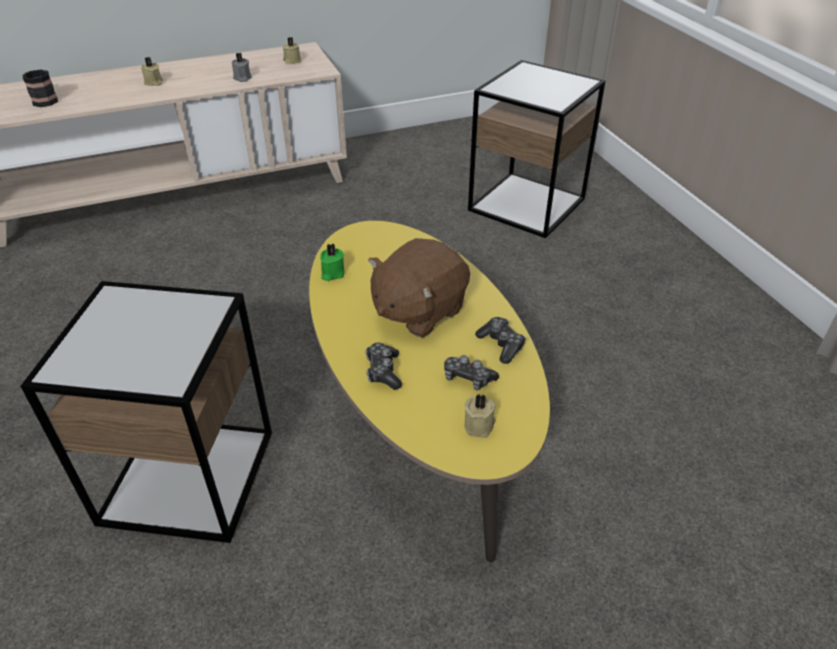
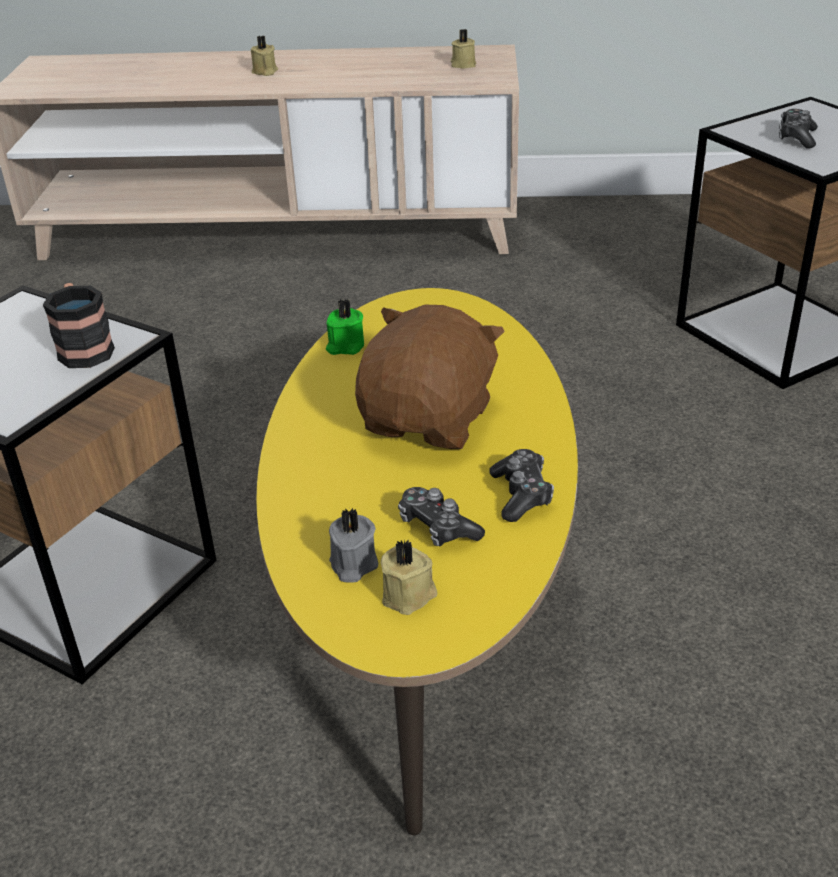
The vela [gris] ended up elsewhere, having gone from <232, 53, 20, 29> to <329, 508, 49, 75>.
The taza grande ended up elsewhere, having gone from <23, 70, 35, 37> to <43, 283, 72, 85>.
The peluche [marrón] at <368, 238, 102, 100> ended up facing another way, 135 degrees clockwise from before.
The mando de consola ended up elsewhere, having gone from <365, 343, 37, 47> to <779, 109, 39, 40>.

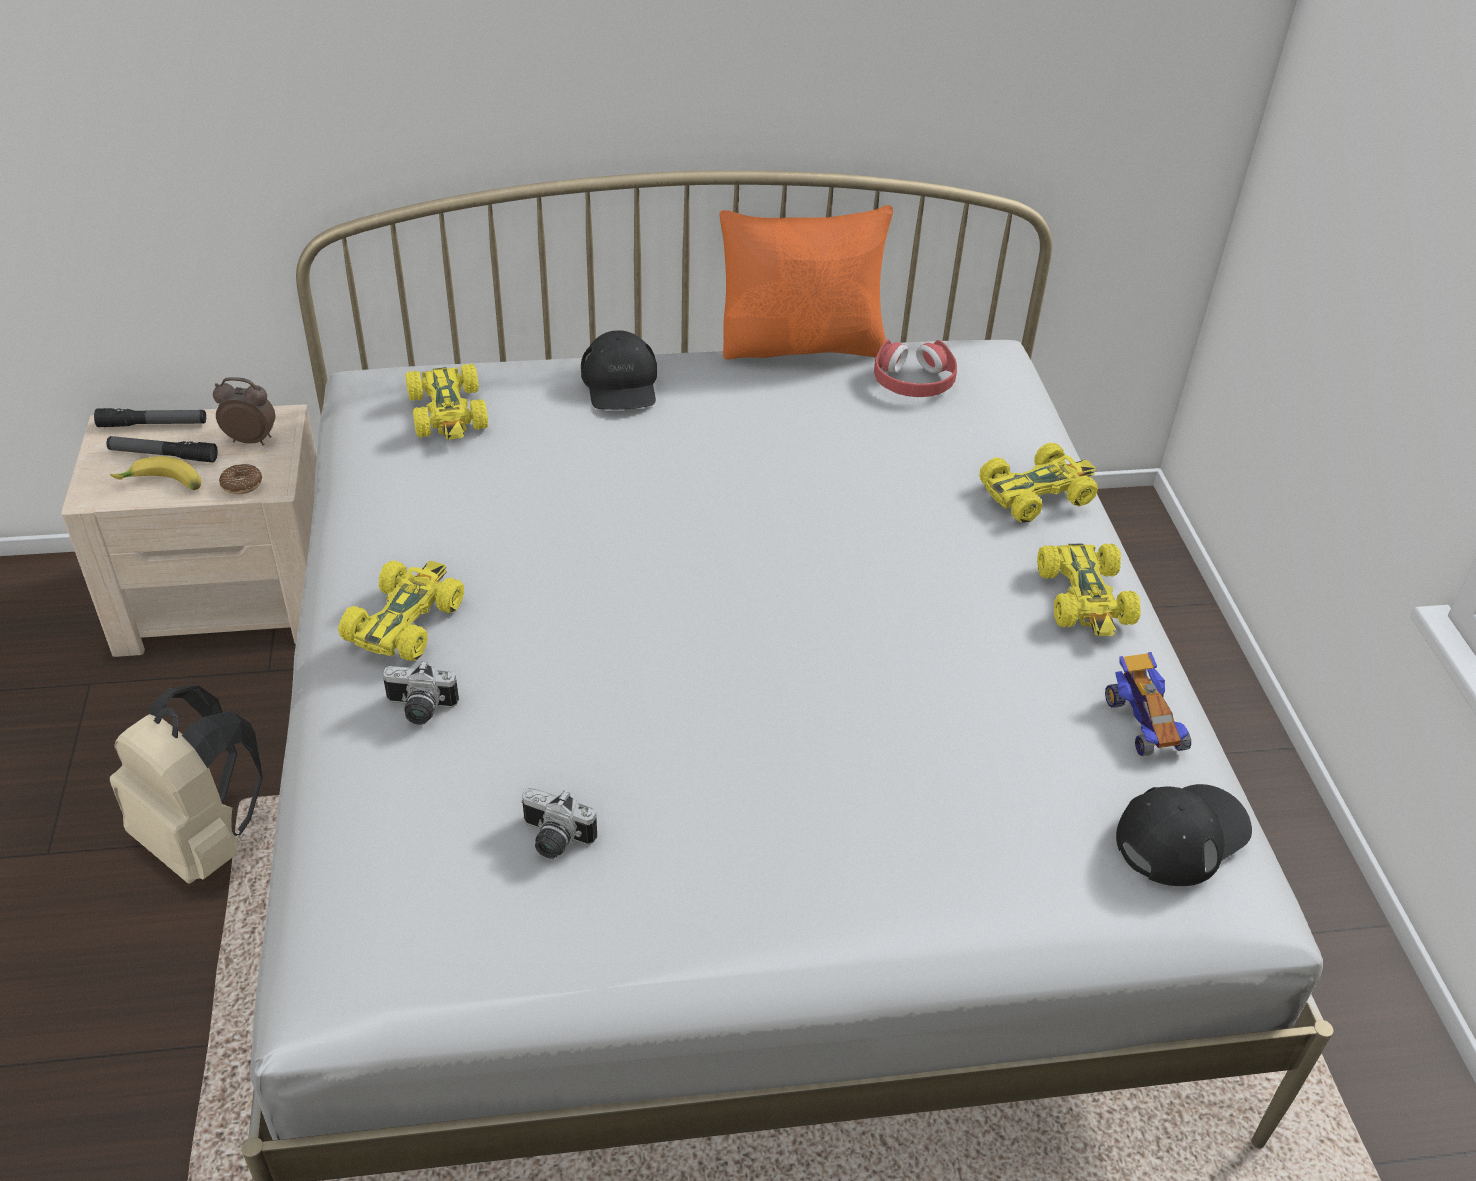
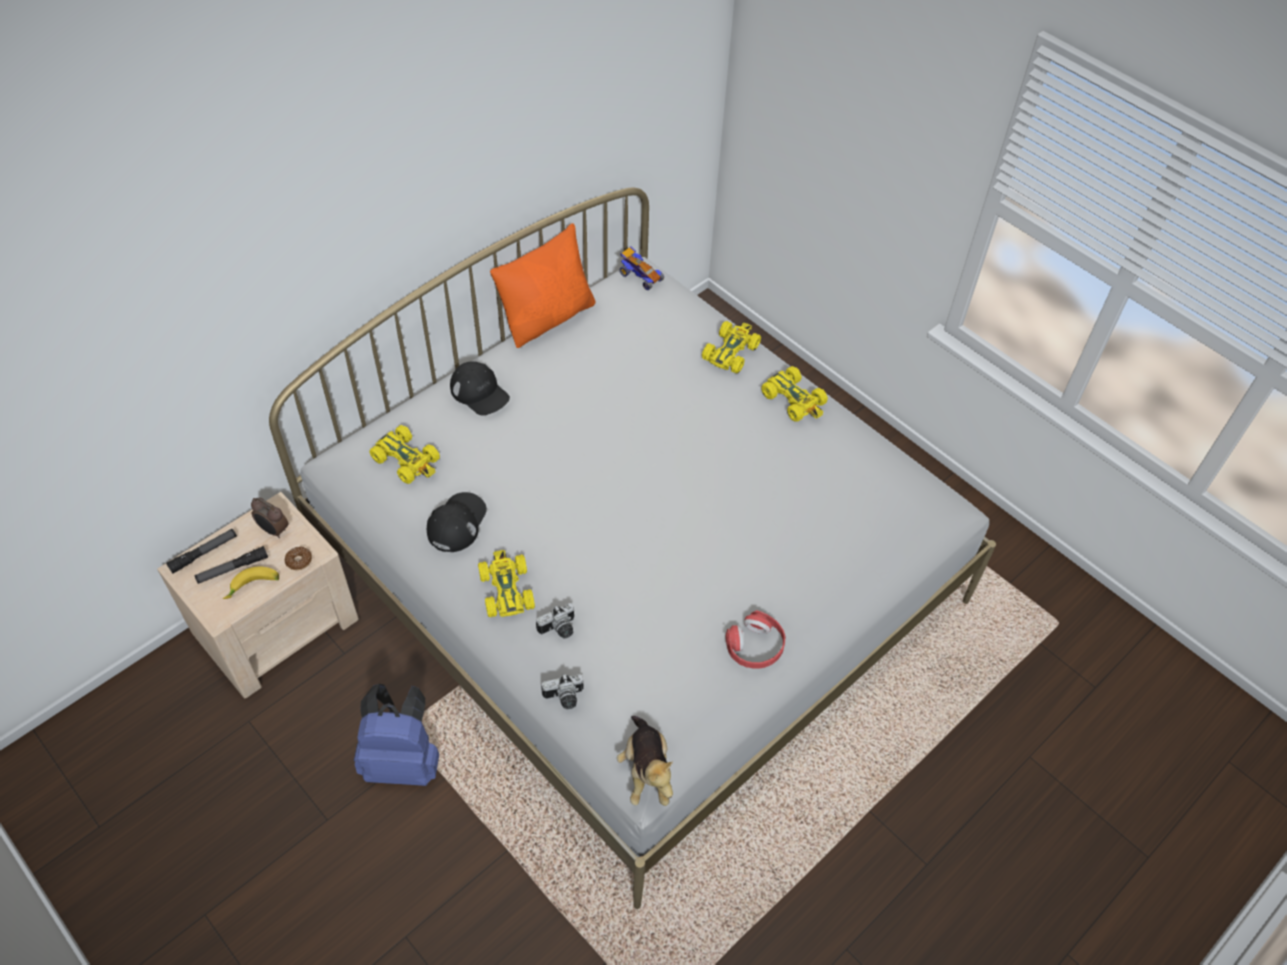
The auriculares [rojo] ended up elsewhere, having gone from <874, 339, 83, 58> to <725, 610, 60, 59>.
The despertador at <213, 377, 62, 68> ended up facing another way, 120 degrees counterclockwise from before.
The coche de juguete ended up elsewhere, having gone from <1105, 652, 86, 104> to <620, 246, 44, 44>.
What was the mochila [beis] at <110, 685, 153, 199> turned into the mochila [azul] at <354, 684, 85, 102>.
The gorra [negro] ended up elsewhere, having gone from <1116, 784, 136, 102> to <427, 492, 60, 60>.
The cámara ended up elsewhere, having gone from <521, 787, 76, 72> to <541, 674, 42, 35>.
The second view gained the peluche at <617, 716, 56, 90>.

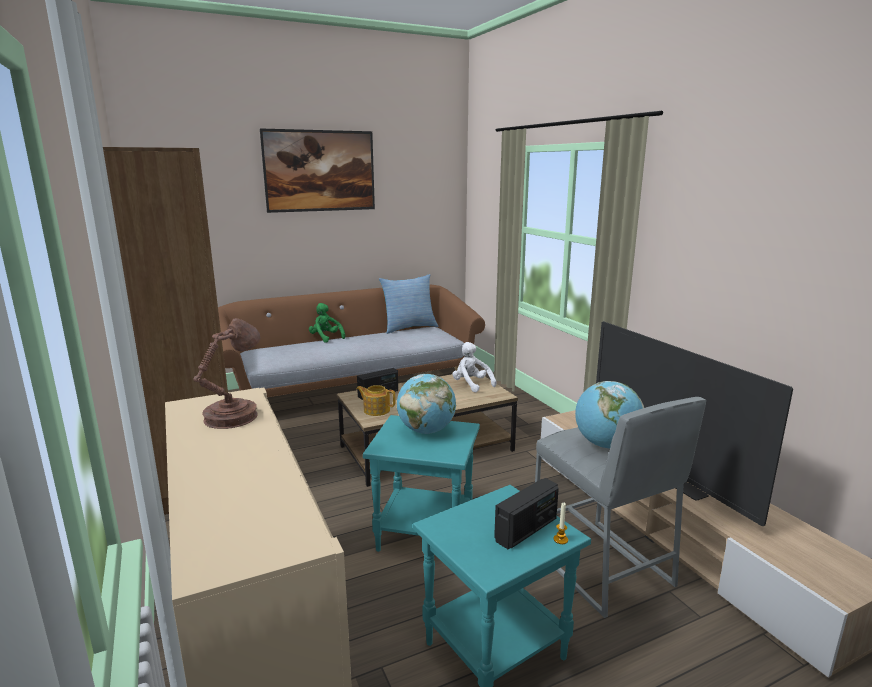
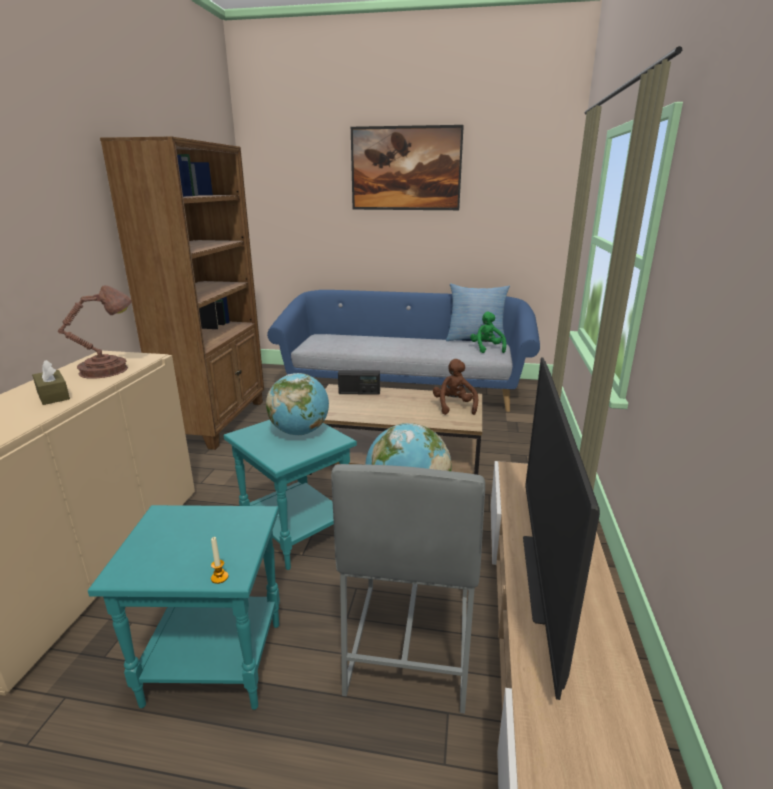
What was the sofá [marrón] at <218, 285, 267, 112> turned into the sofá [azul] at <267, 290, 273, 122>.
The peluche [verde] ended up elsewhere, having gone from <309, 303, 36, 40> to <470, 311, 36, 42>.
What was the peluche [blanco] at <453, 342, 44, 50> turned into the peluche [marrón] at <433, 359, 45, 56>.
The second view lost the tetera at <356, 385, 40, 31>.
The second view lost the radio at <494, 478, 65, 71>.
The second view gained the caja de pañuelos [marrón] at <32, 360, 38, 45>.

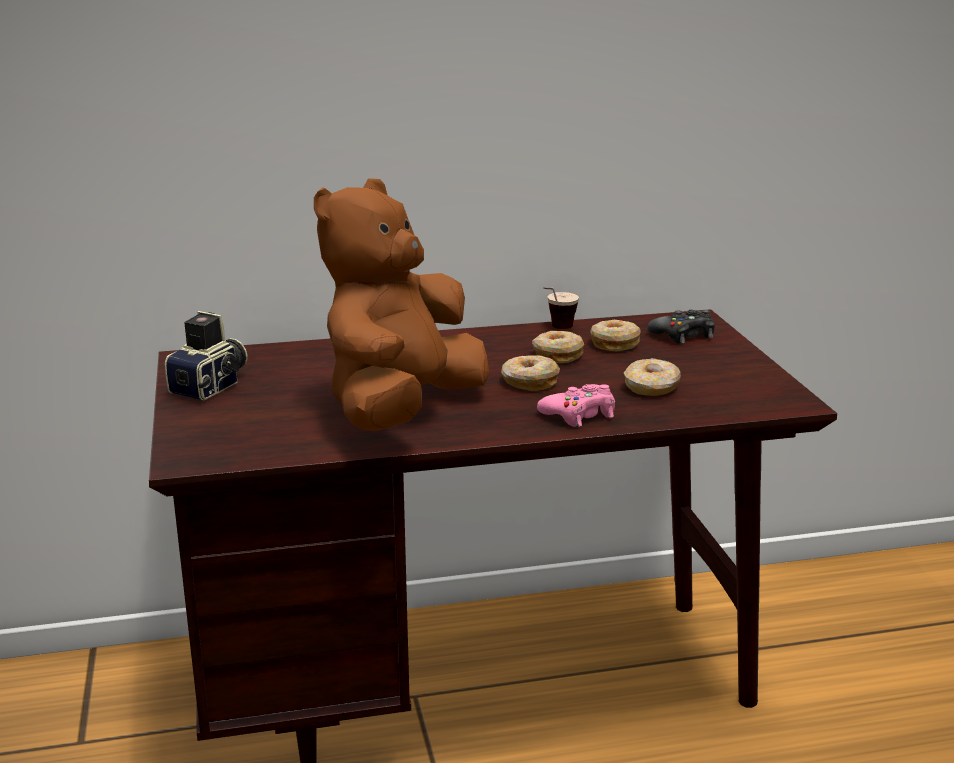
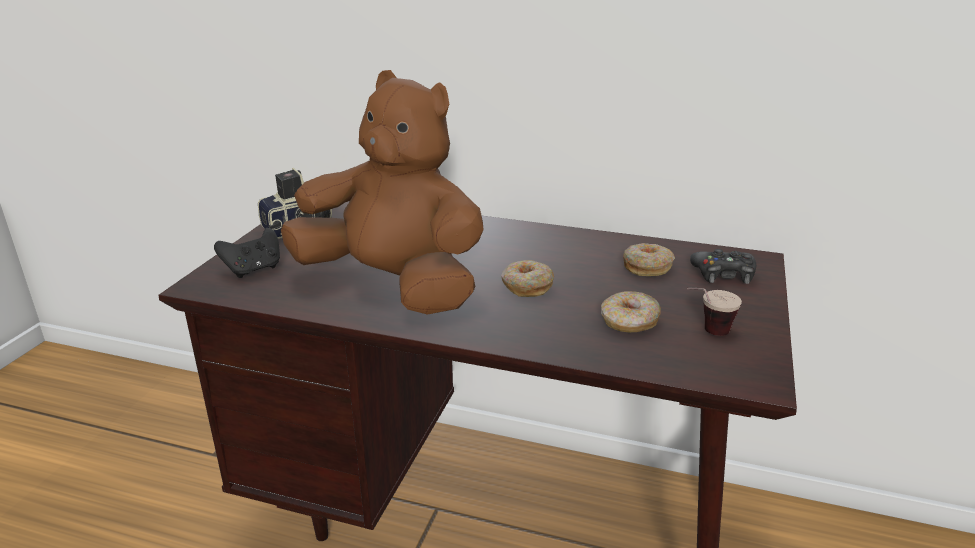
The peluche [marrón] at <314, 178, 175, 253> ended up facing another way, 60 degrees clockwise from before.
The taza ended up elsewhere, having gone from <543, 287, 36, 42> to <687, 287, 55, 49>.
The second view lost the rosquilla at <532, 331, 52, 32>.
The second view lost the mando de consola [rosa] at <537, 384, 78, 43>.
The second view gained the mando de consola [negro] at <214, 228, 66, 50>.

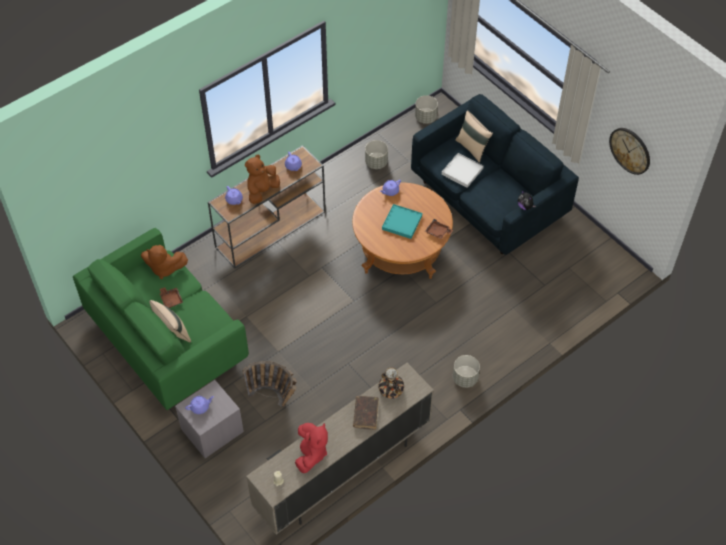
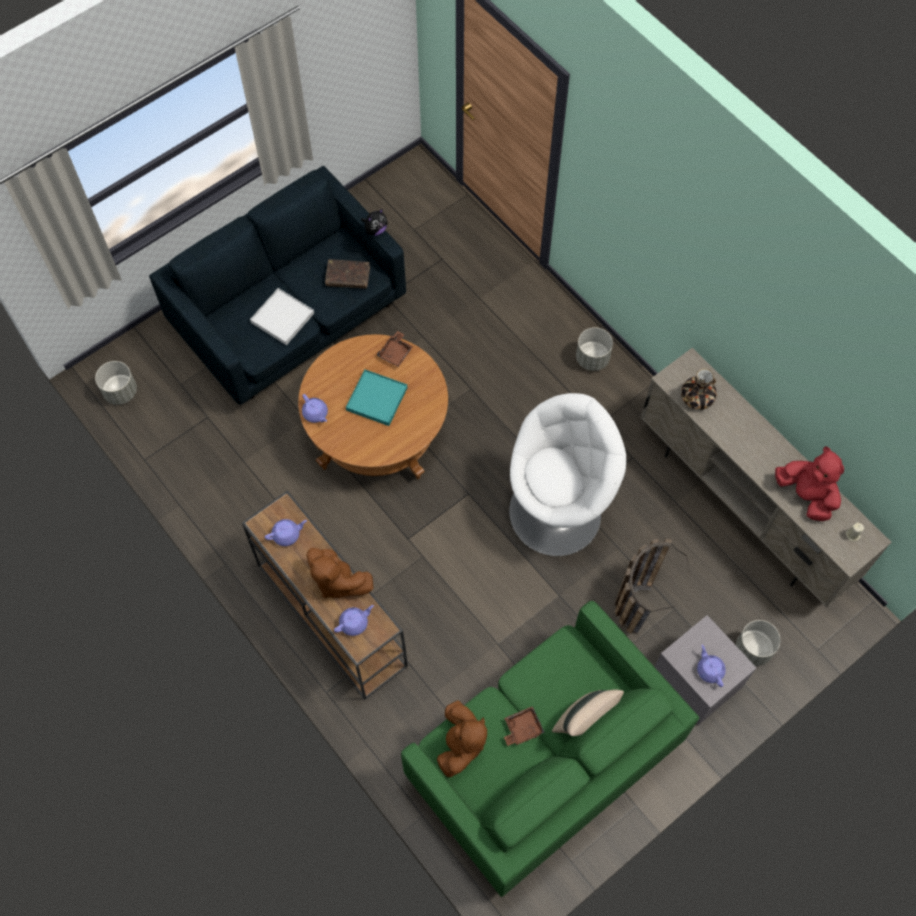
The second view lost the cojín [beis] at <455, 110, 38, 53>.
The second view lost the reloj de pared at <609, 128, 41, 47>.
The maceta [gris] ended up elsewhere, having gone from <365, 140, 23, 29> to <736, 620, 45, 46>.
The libro [marrón] ended up elsewhere, having gone from <353, 396, 26, 34> to <325, 259, 45, 30>.
The peluche [rojo] at <295, 423, 33, 50> ended up facing another way, 45 degrees clockwise from before.
The second view gained the sillón [blanco] at <509, 393, 117, 163>.

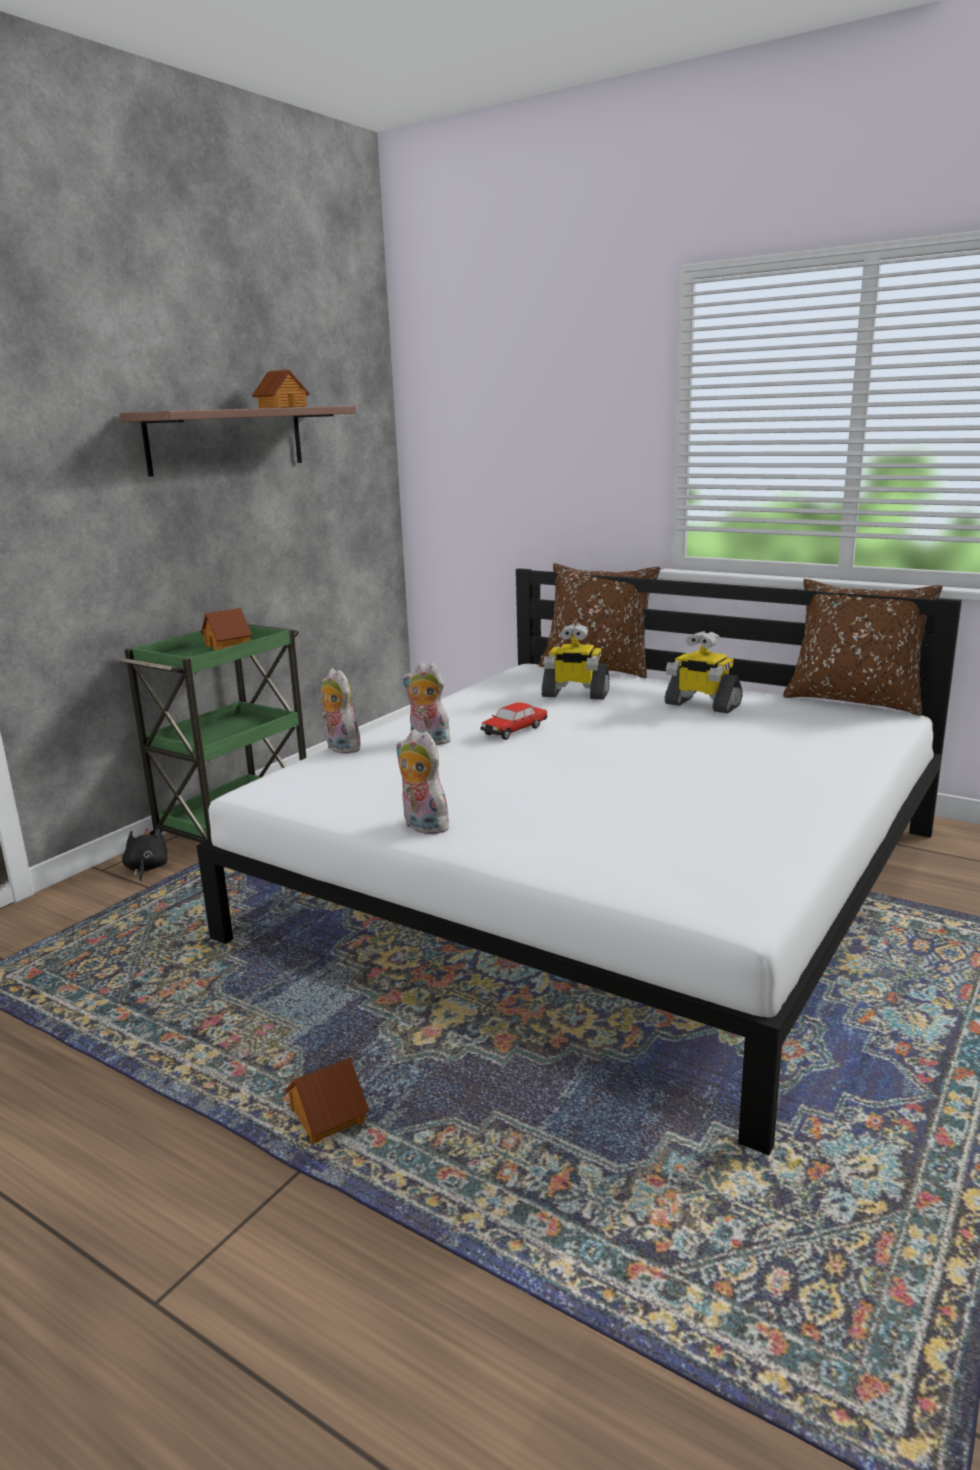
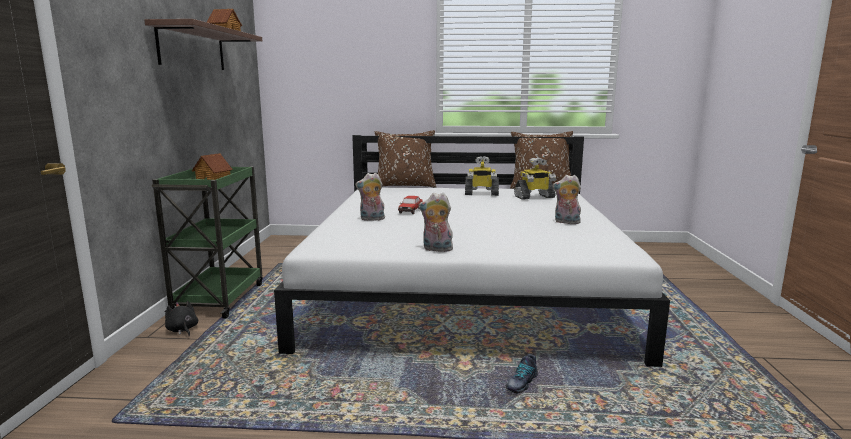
The robot de juguete ended up elsewhere, having gone from <541, 624, 68, 76> to <514, 158, 42, 41>.
The peluche ended up elsewhere, having gone from <321, 668, 40, 86> to <553, 175, 28, 49>.
The second view lost the casita at <285, 1057, 85, 87>.
The second view gained the zapato at <506, 354, 32, 40>.

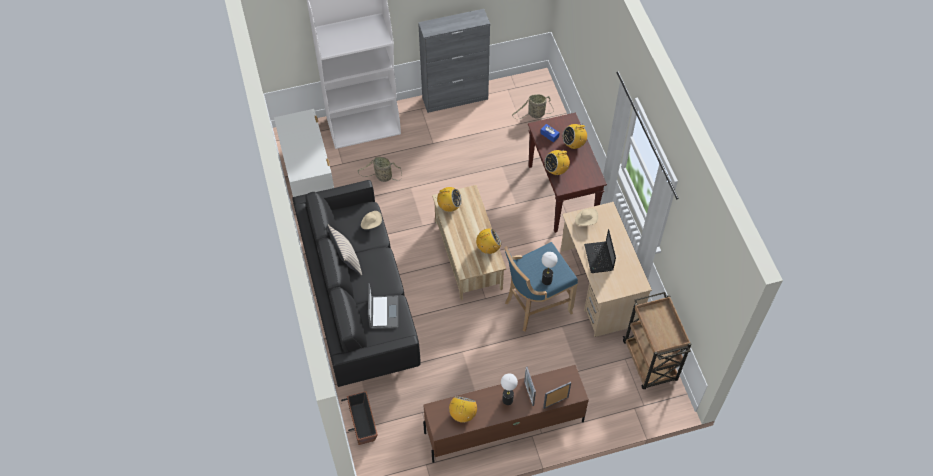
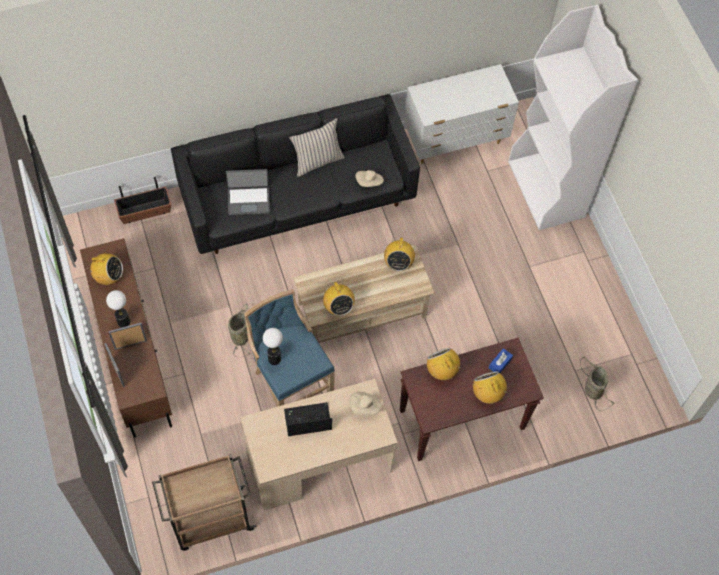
The second view lost the armario [gris] at <418, 9, 72, 104>.
The cesta ended up elsewhere, having gone from <358, 157, 44, 25> to <228, 304, 24, 53>.

